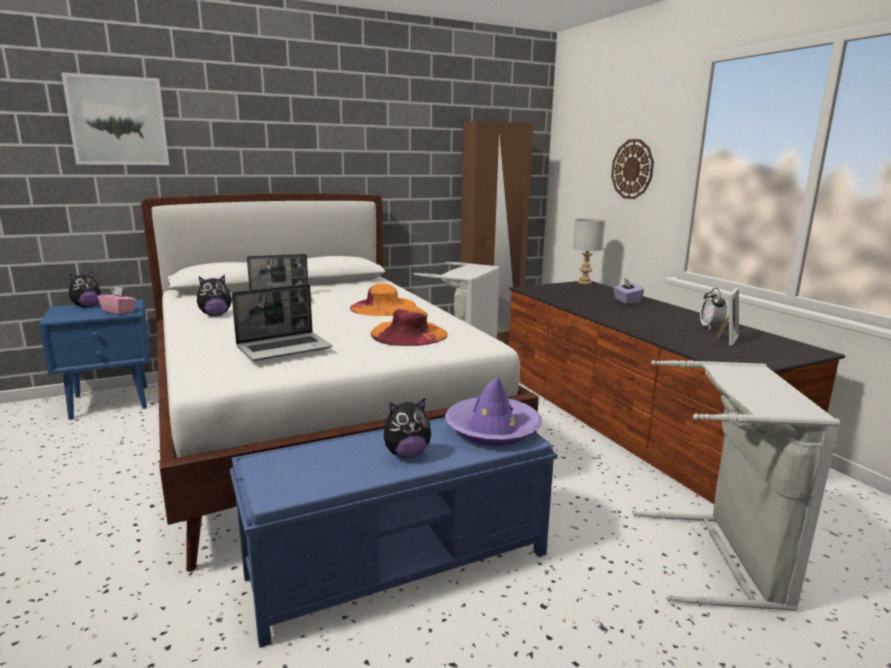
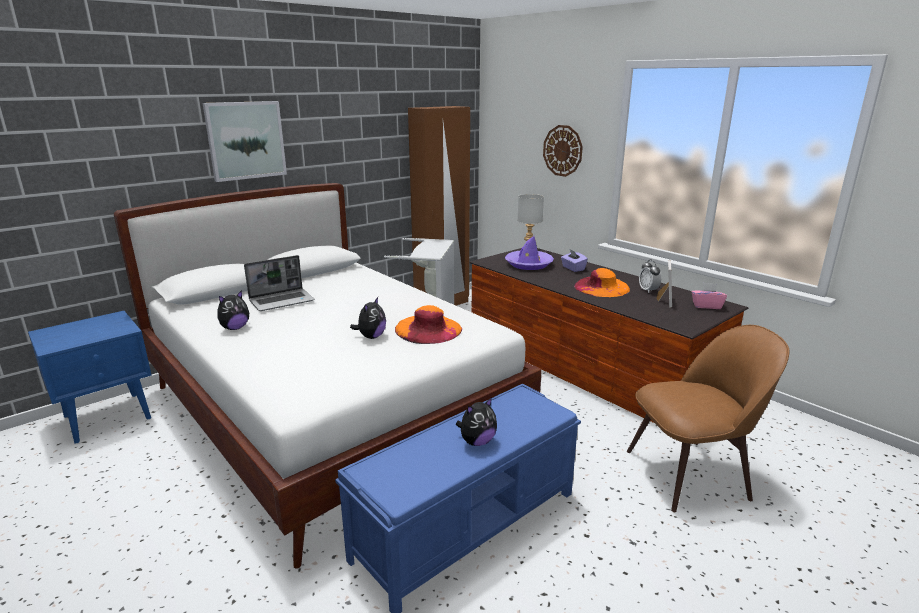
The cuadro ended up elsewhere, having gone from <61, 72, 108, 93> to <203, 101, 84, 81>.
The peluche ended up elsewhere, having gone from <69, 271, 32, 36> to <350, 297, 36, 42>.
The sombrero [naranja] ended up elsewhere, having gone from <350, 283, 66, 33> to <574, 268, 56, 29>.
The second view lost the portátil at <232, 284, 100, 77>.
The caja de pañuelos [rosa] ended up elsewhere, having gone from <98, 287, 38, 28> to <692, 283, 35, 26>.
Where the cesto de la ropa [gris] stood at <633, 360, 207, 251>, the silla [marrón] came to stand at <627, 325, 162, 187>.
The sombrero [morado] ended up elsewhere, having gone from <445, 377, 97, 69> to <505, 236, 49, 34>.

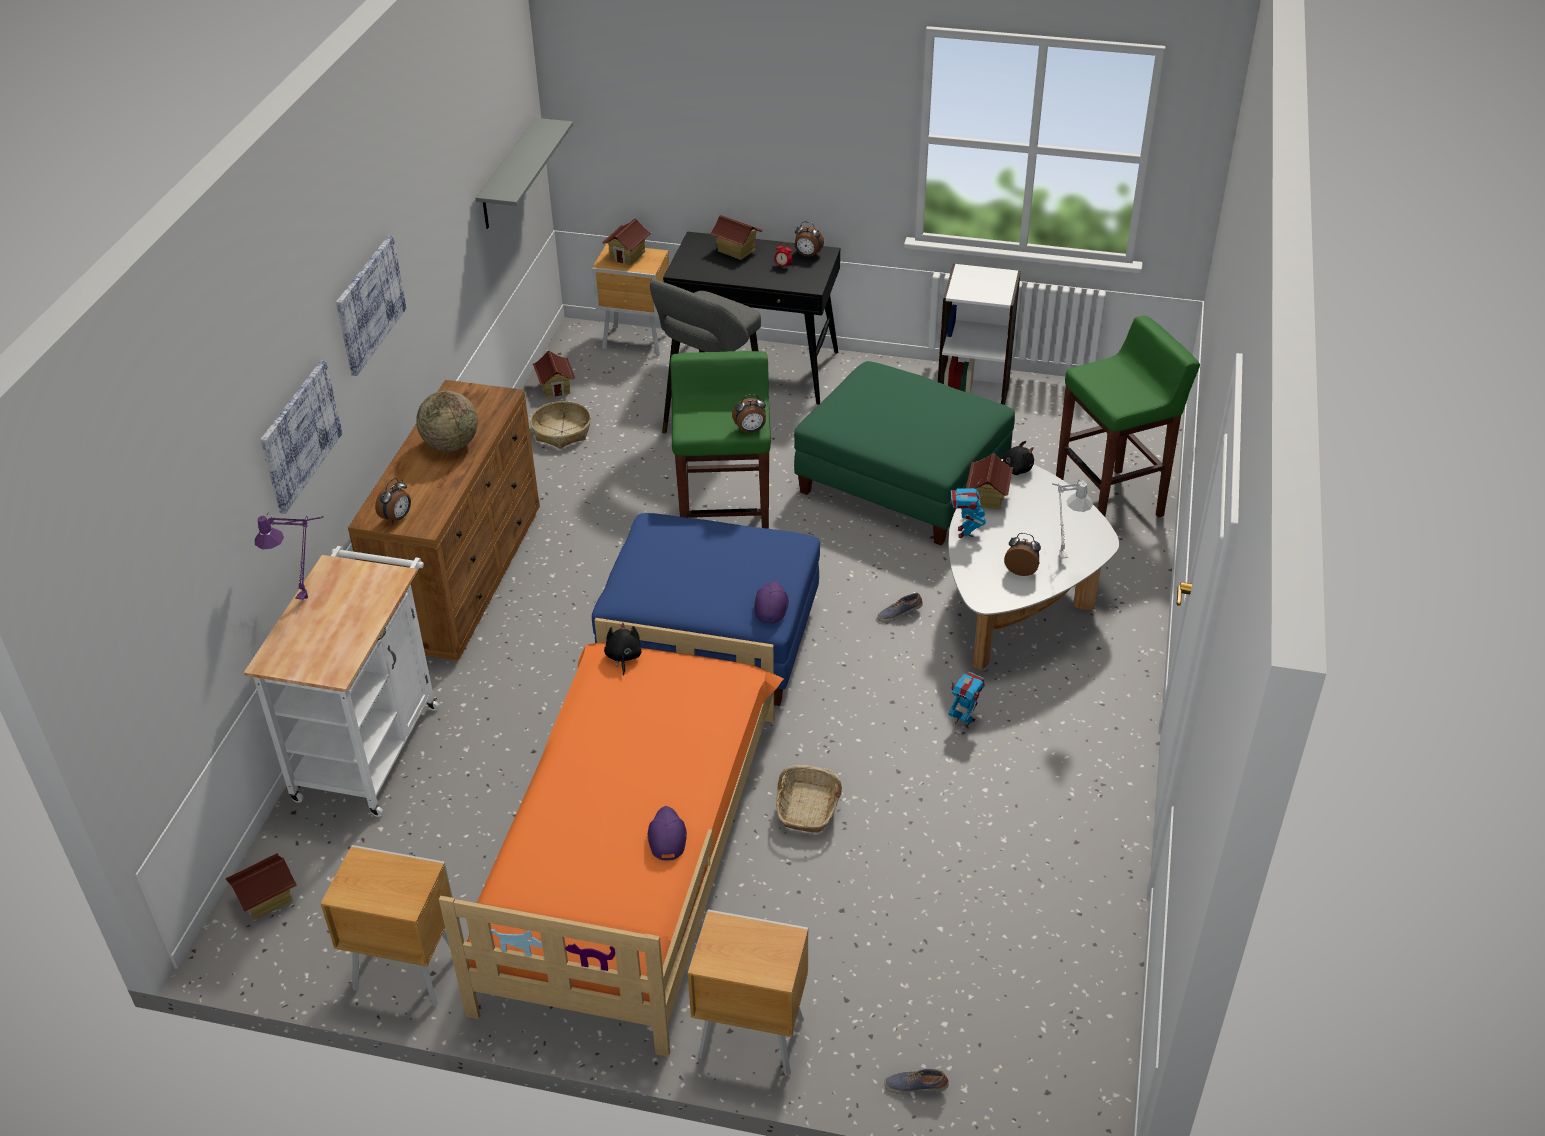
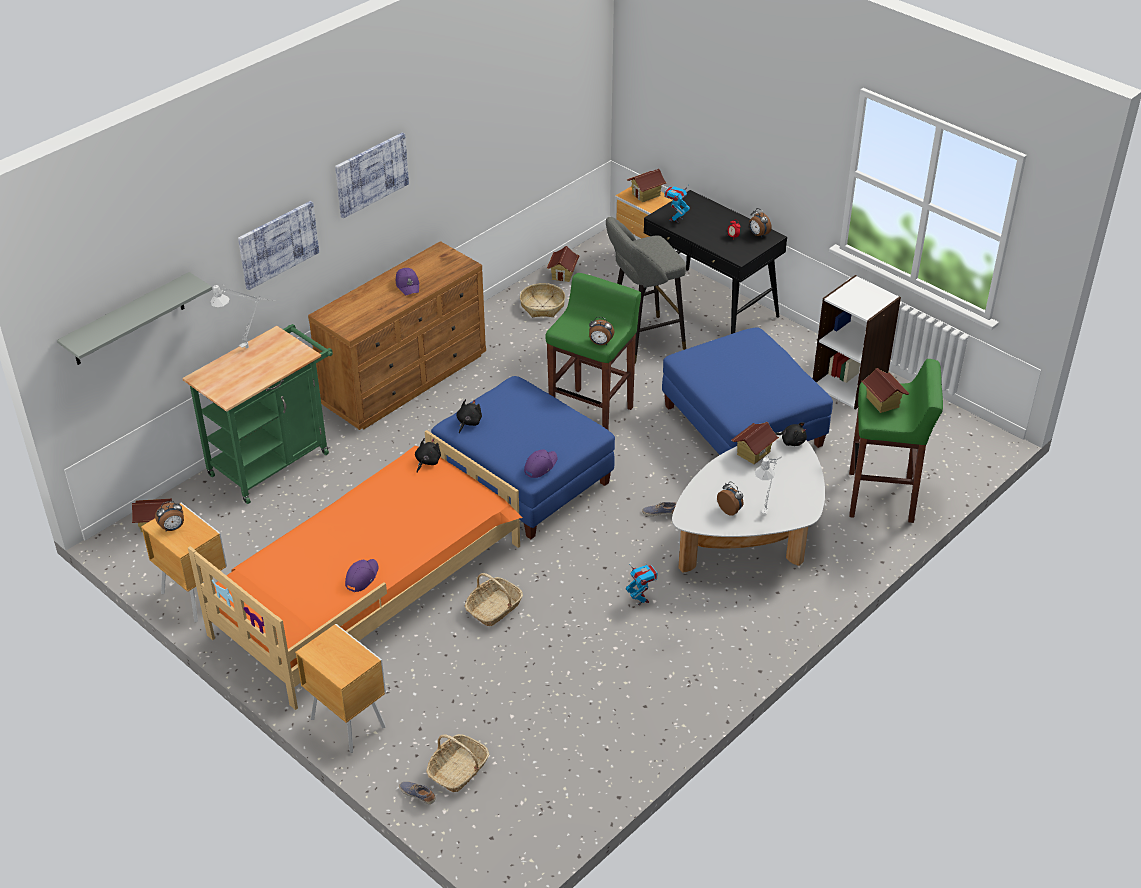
The estante [gris] ended up elsewhere, having gone from <475, 118, 98, 111> to <57, 272, 155, 93>.
The casita ended up elsewhere, having gone from <709, 215, 54, 45> to <861, 368, 48, 45>.
What was the puf [verde] at <794, 361, 221, 184> turned into the puf [azul] at <662, 328, 171, 127>.
Where the globo terráqueo stood at <416, 391, 62, 61>, the gorra [morado] came to stand at <396, 268, 23, 27>.
The despertador ended up elsewhere, having gone from <375, 478, 36, 46> to <155, 501, 29, 30>.
The robot de juguete ended up elsewhere, having gone from <950, 479, 36, 59> to <664, 186, 26, 37>.
What was the lámpara de mesa [morado] at <255, 513, 68, 87> turned into the lámpara de mesa [gris] at <210, 285, 64, 63>.
What was the carrito [blanco] at <244, 546, 195, 271> turned into the carrito [verde] at <182, 324, 151, 180>.
The second view gained the peluche [negro] at <456, 399, 26, 34>.
The second view gained the cesta at <426, 734, 63, 58>.

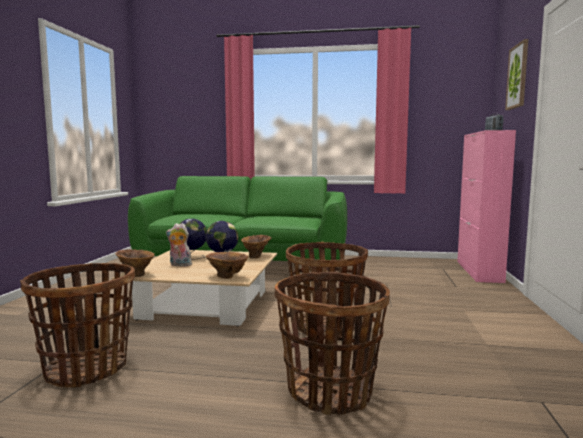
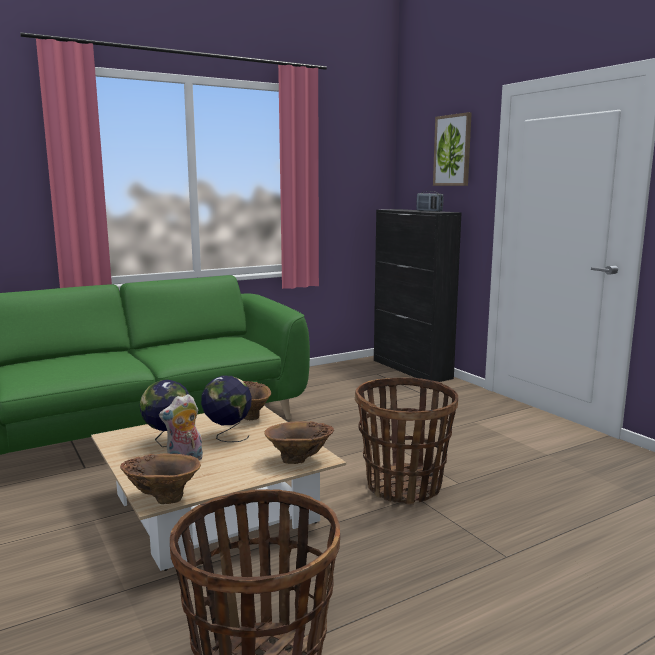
What was the armario [rosa] at <457, 130, 59, 153> turned into the armario [negro] at <374, 209, 88, 173>.
The second view lost the cesta at <275, 272, 115, 143>.

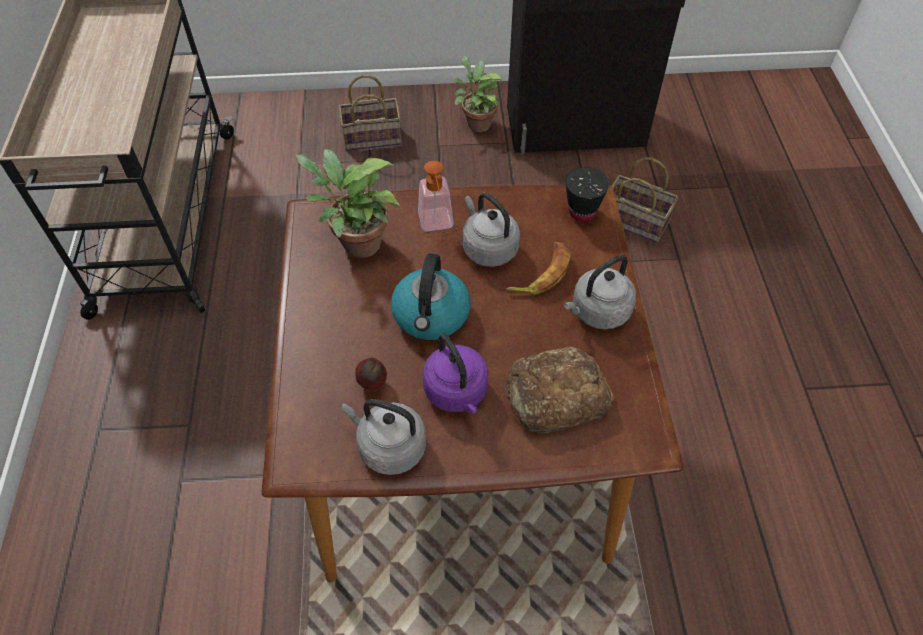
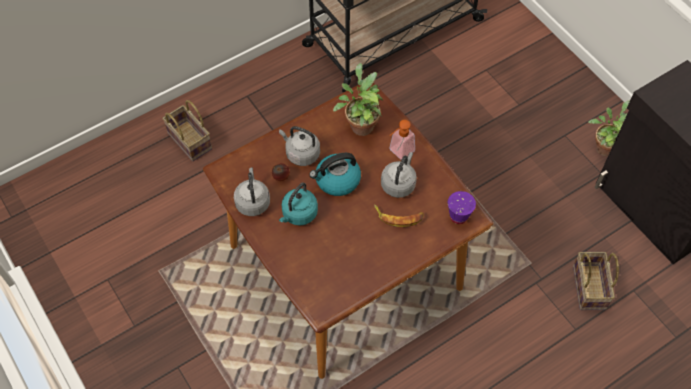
The cesta ended up elsewhere, having gone from <339, 75, 63, 76> to <162, 100, 50, 61>.
What was the taza [negro] at <565, 167, 44, 54> turned into the taza [morado] at <448, 191, 28, 33>.
The hervidor [gris] ended up elsewhere, having gone from <564, 255, 72, 74> to <279, 126, 41, 40>.
What was the hervidor [morado] at <423, 334, 65, 79> turned into the hervidor [turquesa] at <279, 182, 39, 44>.
The second view lost the pan at <505, 347, 109, 86>.

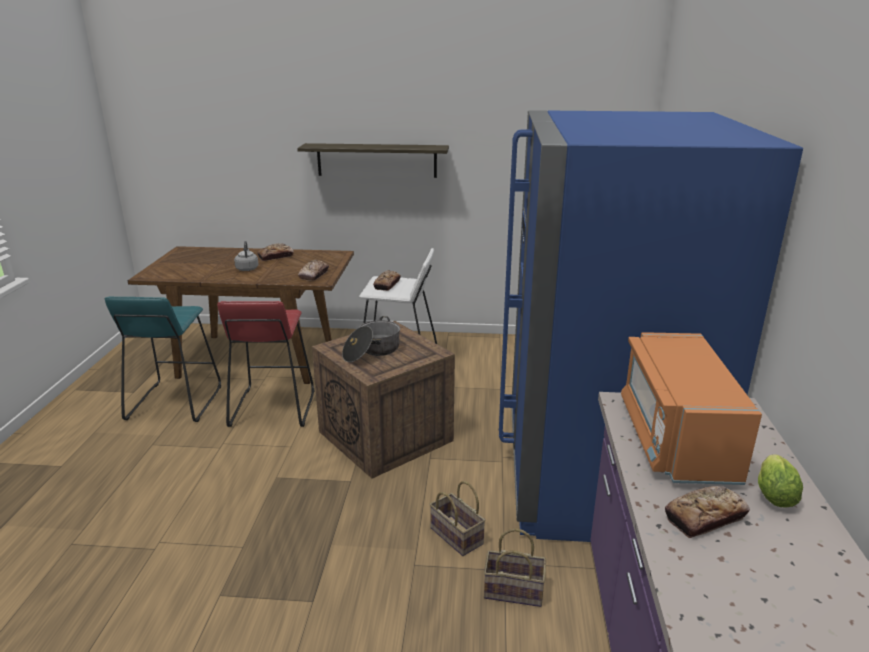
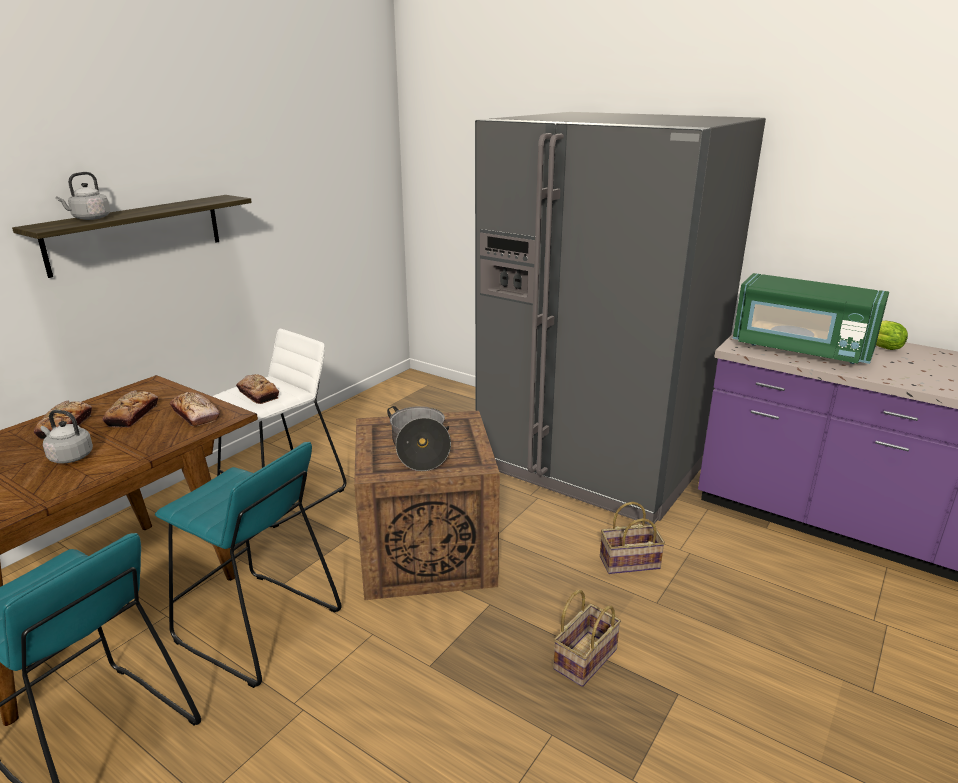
What was the nevera [azul] at <499, 110, 304, 432> turned into the nevera [gris] at <475, 112, 291, 413>.
What was the taburete [rojo] at <217, 301, 97, 126> turned into the taburete [turquesa] at <155, 442, 187, 246>.
What was the microondas [naranja] at <621, 332, 141, 153> turned into the microondas [verde] at <733, 273, 156, 91>.
The pan ended up elsewhere, having gone from <665, 486, 85, 52> to <103, 390, 55, 38>.
The cesta ended up elsewhere, having gone from <484, 528, 62, 79> to <553, 590, 68, 97>.
The second view gained the hervidor [gris] at <56, 172, 54, 48>.

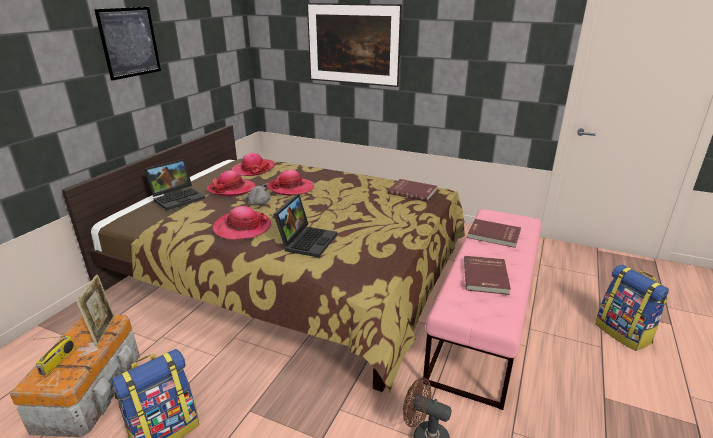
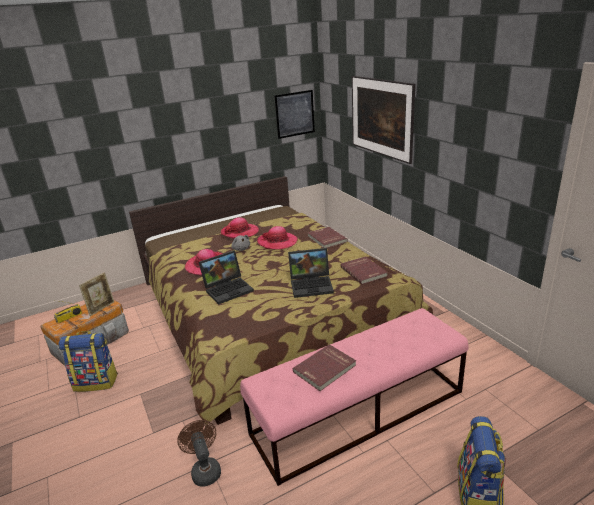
The cuadro ended up elsewhere, having gone from <94, 7, 67, 74> to <274, 90, 41, 49>.
The second view lost the sombrero at <231, 153, 44, 23>.
The portátil ended up elsewhere, having gone from <144, 159, 61, 51> to <288, 248, 46, 50>.
The libro [rojo] ended up elsewhere, having gone from <467, 219, 54, 29> to <308, 227, 40, 21>.

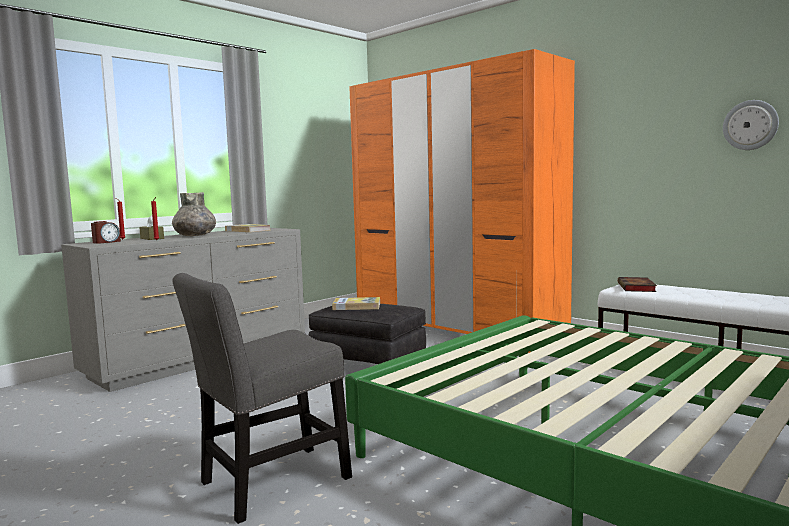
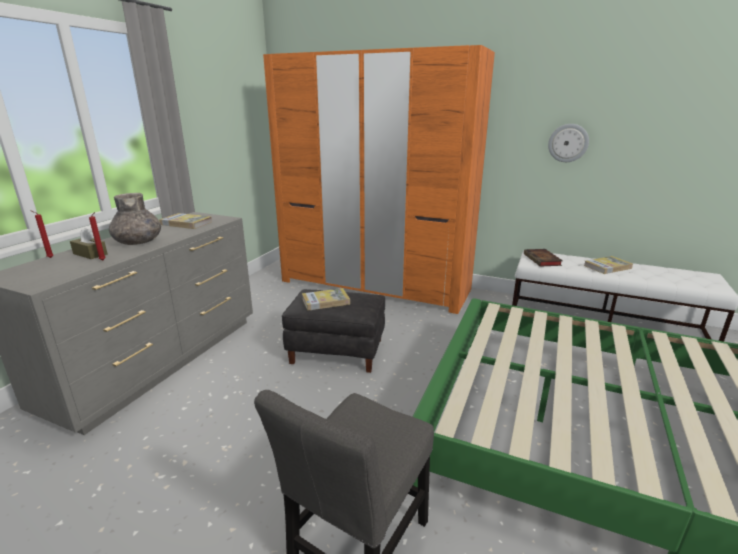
The reloj de pared ended up elsewhere, having gone from <723, 100, 56, 50> to <548, 124, 41, 38>.
The second view lost the despertador at <91, 221, 30, 23>.
The second view gained the libro at <584, 256, 49, 18>.

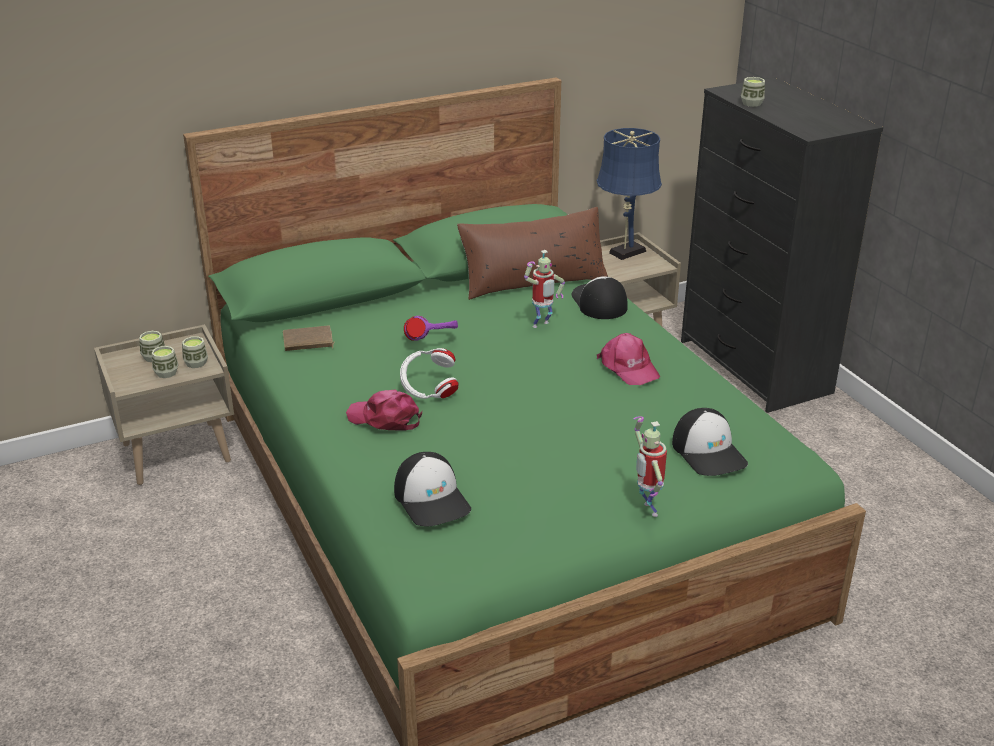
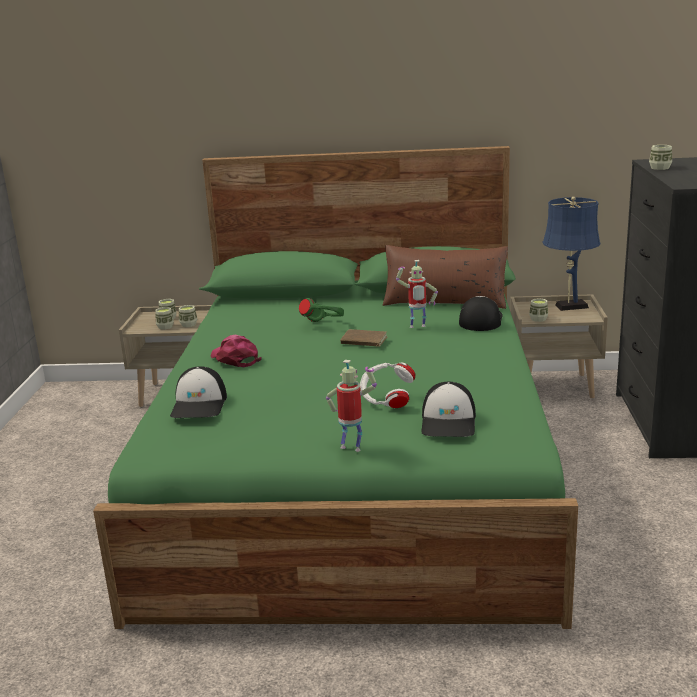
What was the auriculares [morado] at <404, 316, 54, 25> turned into the auriculares [verde] at <299, 298, 45, 24>.
The libro [marrón] ended up elsewhere, having gone from <283, 325, 52, 26> to <340, 329, 48, 18>.
The second view lost the gorra [rosa] at <597, 333, 63, 52>.
The auriculares [blanco] ended up elsewhere, having gone from <400, 348, 58, 51> to <360, 362, 55, 46>.
The robot de juguete at <634, 416, 33, 101> ended up facing another way, 105 degrees clockwise from before.
The second view gained the taza at <529, 298, 19, 24>.

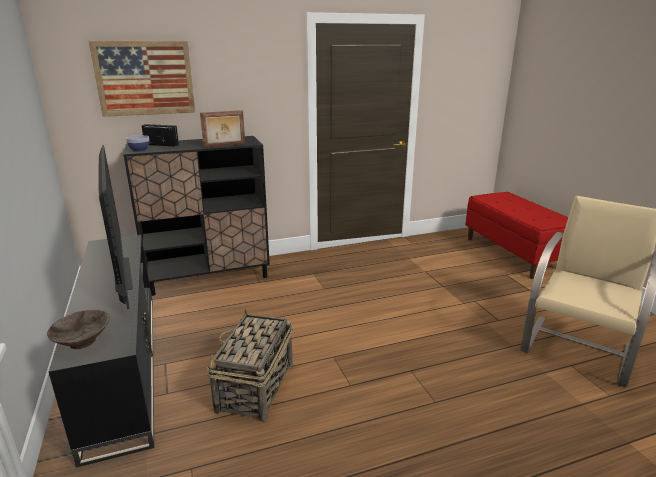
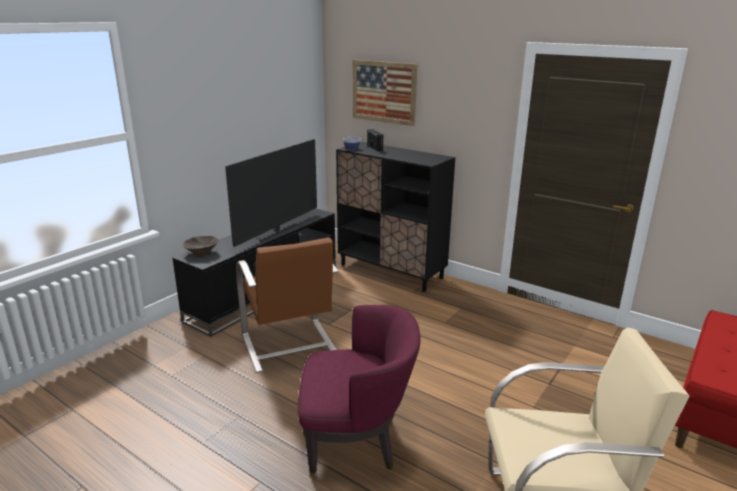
The second view lost the portarretratos at <200, 110, 45, 38>.
Where the cesta stood at <207, 309, 86, 113>, the sillón [marrón] came to stand at <236, 238, 103, 135>.
The second view gained the sillón [morado] at <298, 305, 123, 169>.

